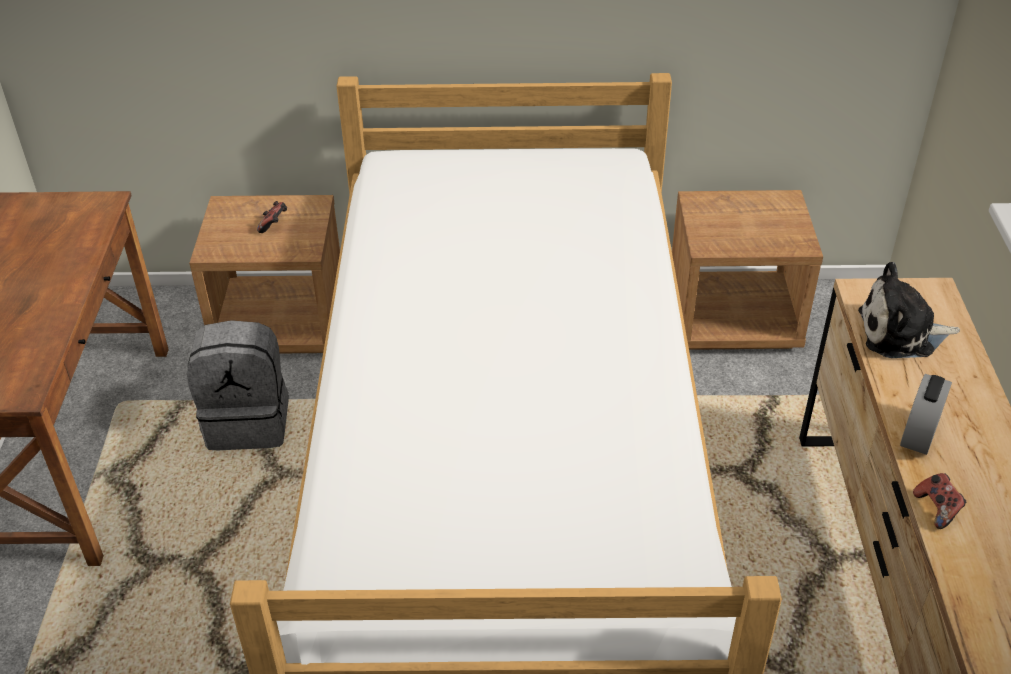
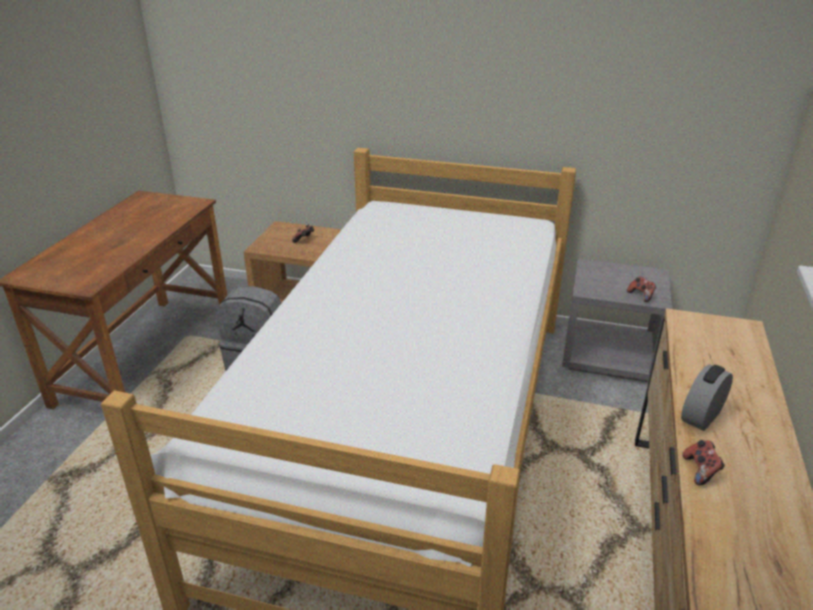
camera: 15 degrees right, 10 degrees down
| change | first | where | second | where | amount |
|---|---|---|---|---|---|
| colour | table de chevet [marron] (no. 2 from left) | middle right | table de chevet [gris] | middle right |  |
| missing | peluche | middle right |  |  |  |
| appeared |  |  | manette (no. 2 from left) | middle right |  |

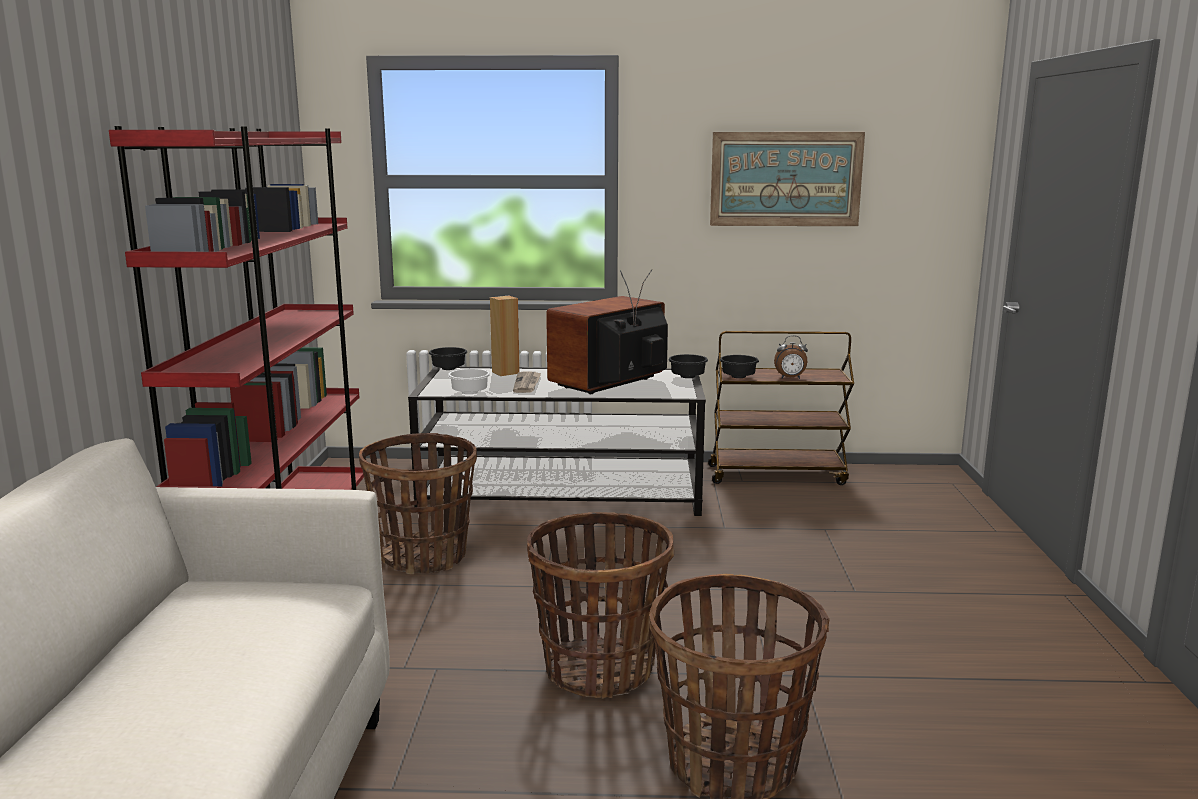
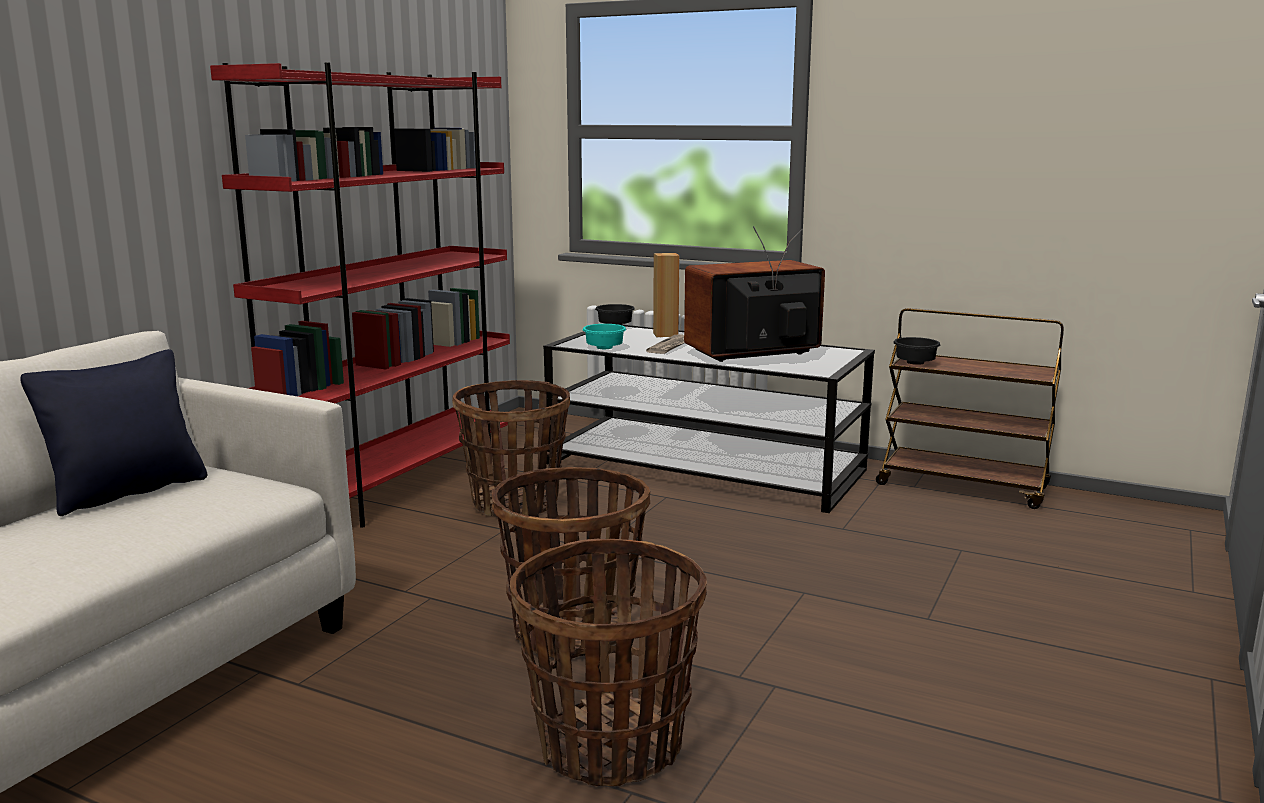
camera: 25 degrees right, 0 degrees up
| change | first | where | second | where | amount |
|---|---|---|---|---|---|
| missing | tableau | top centre |  |  |  |
| missing | réveil | centre |  |  |  |
| missing | bol [noir] (no. 2 from left) | centre |  |  |  |
| colour | bol [blanc] | centre | bol [turquoise] | centre |  |
| appeared |  |  | coussin [noir] | middle left |  |

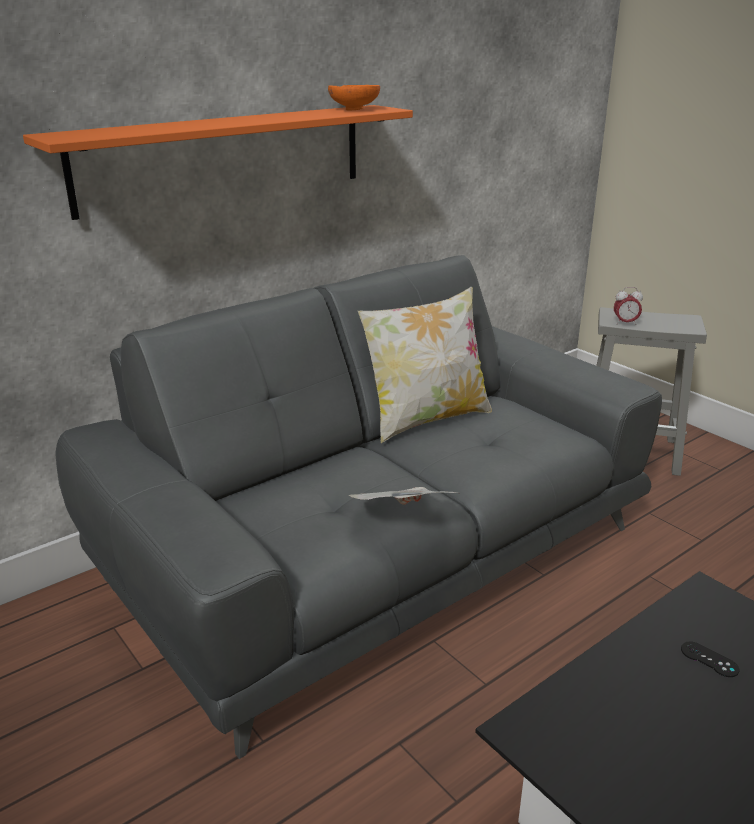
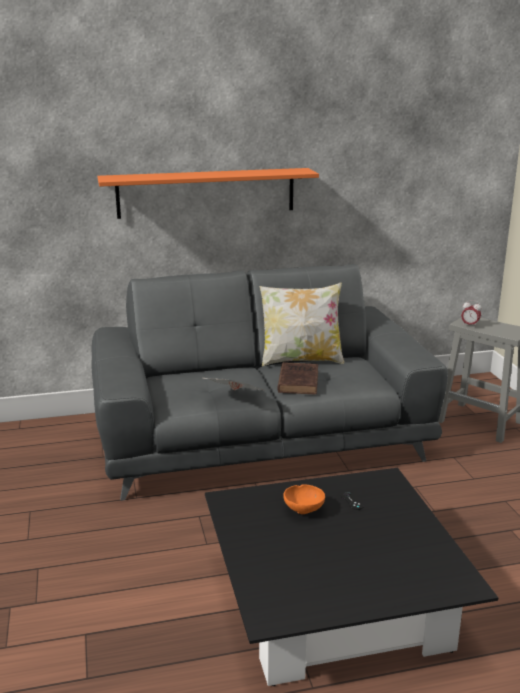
camera: 25 degrees right, 5 degrees down
| change | first | where | second | where | amount |
|---|---|---|---|---|---|
| relocated | bol [orange] | top centre |  | bottom centre |  |
| appeared |  |  | livre [marron] | centre |  |

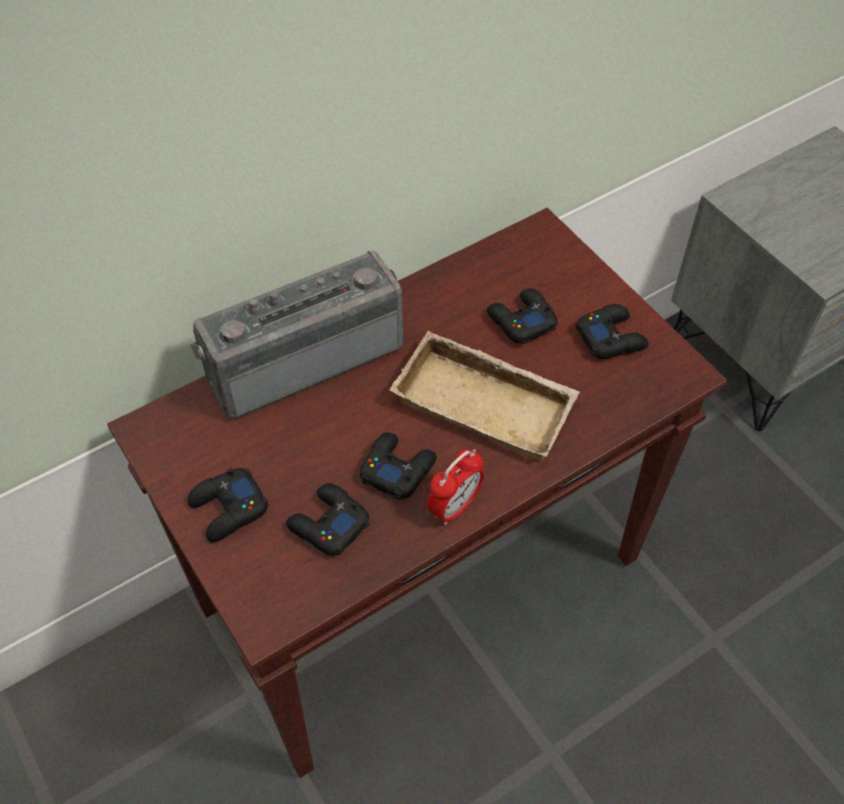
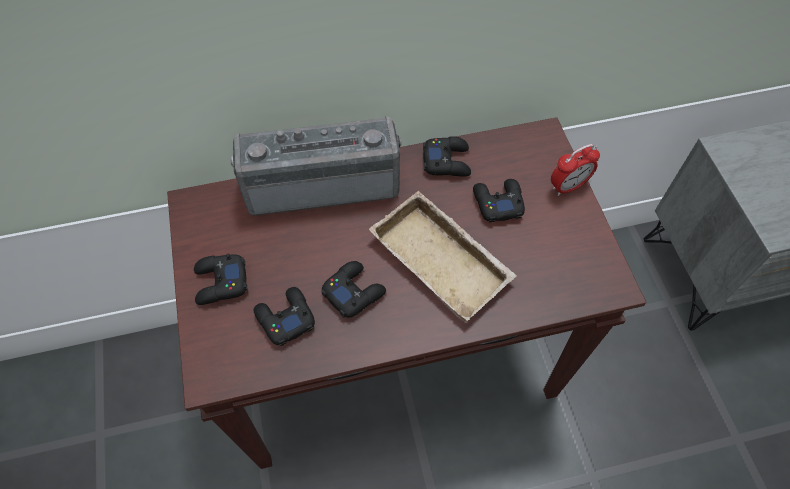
camera: 20 degrees right, 5 degrees up
| change | first | where | second | where | amount |
|---|---|---|---|---|---|
| relocated | manette [noir] (no. 5 from left in the first image) | middle right | manette [noir] (no. 4 from left) | top centre |  |
| relocated | réveil | centre |  | middle right |  |

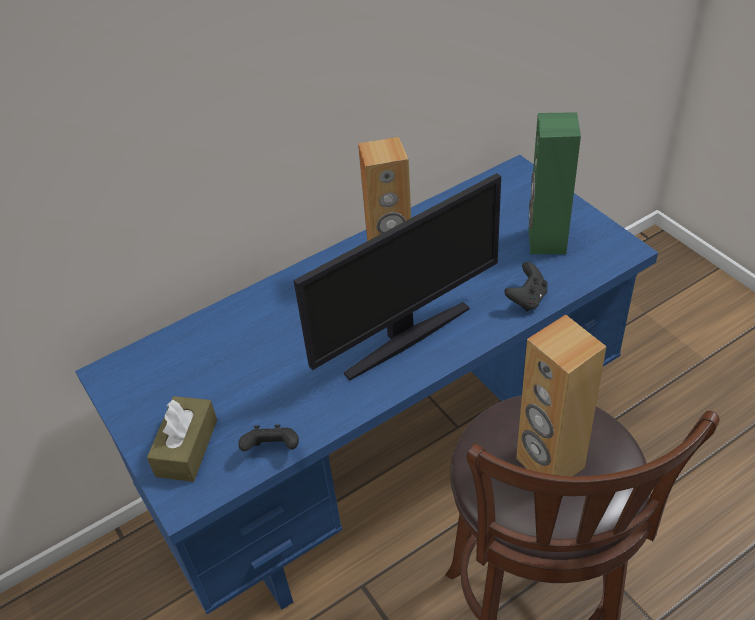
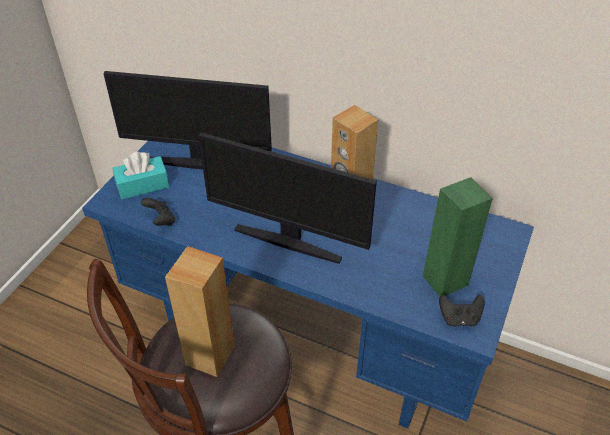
camera: 55 degrees right, 0 degrees up
| change | first | where | second | where | amount |
|---|---|---|---|---|---|
| relocated | manette [noir] (no. 2 from left) | middle right |  | bottom right |  |
| colour | boîte à mouchoirs [marron] | bottom left | boîte à mouchoirs [turquoise] | middle left |  |
| appeared |  |  | écran d'ordinateur (no. 1 from left) | top left |  |

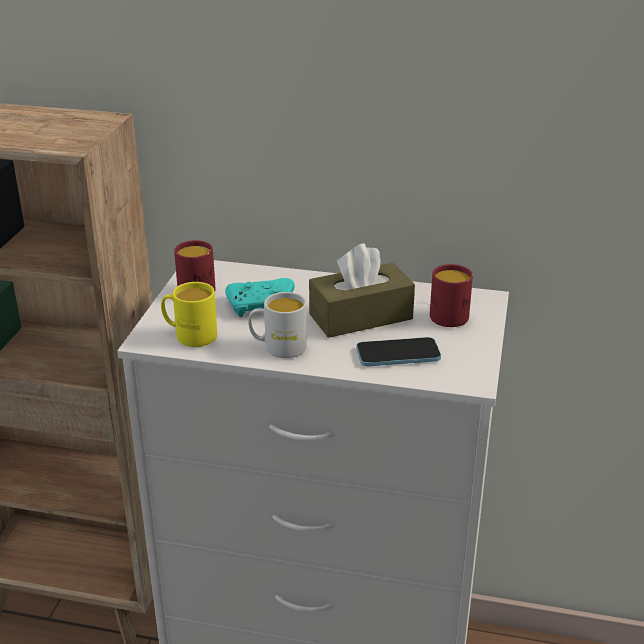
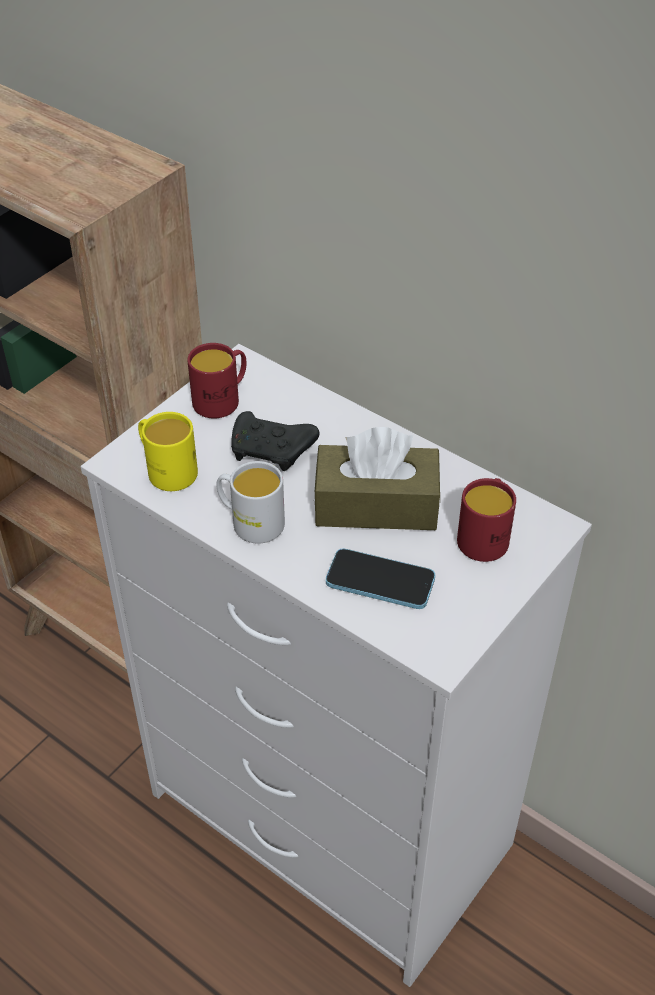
camera: 25 degrees right, 15 degrees up
| change | first | where | second | where | amount |
|---|---|---|---|---|---|
| colour | manette [turquoise] | centre | manette [noir] | centre |  |

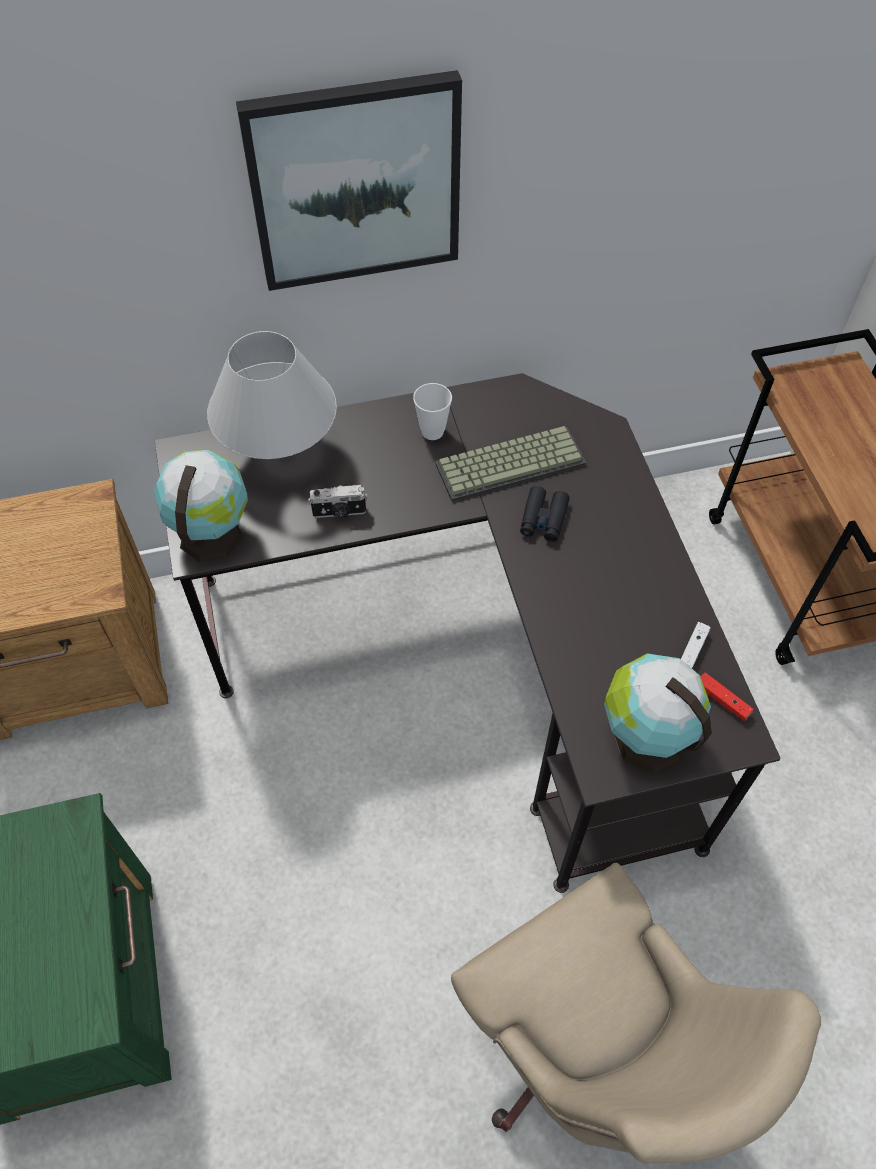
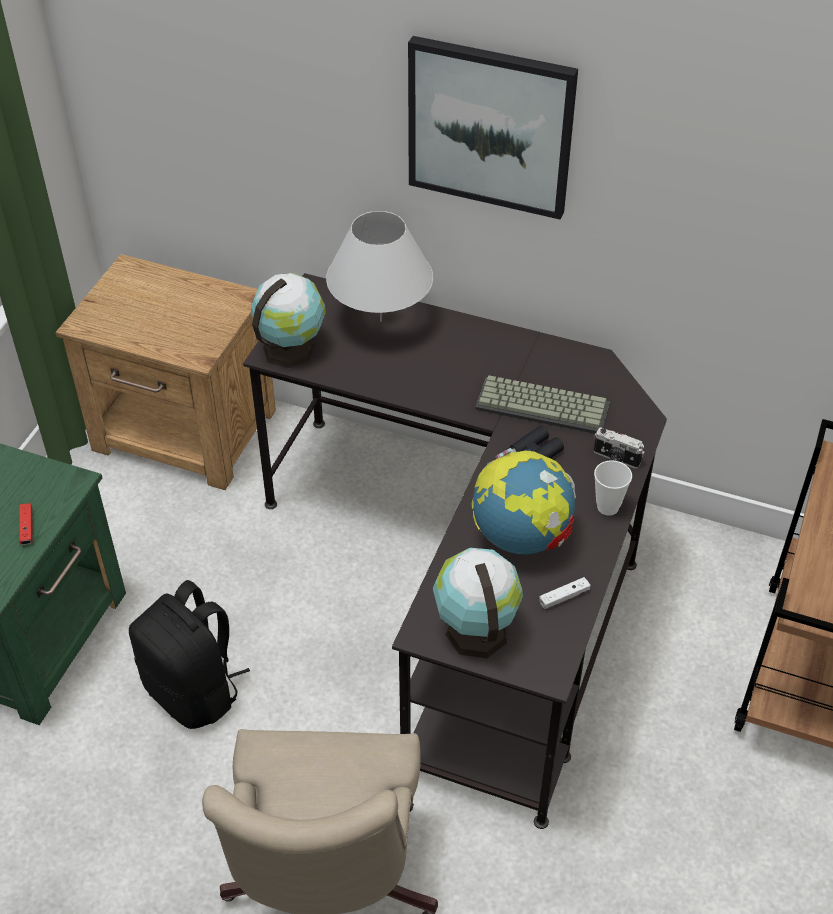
camera: 35 degrees right, 10 degrees down
| change | first | where | second | where | amount |
|---|---|---|---|---|---|
| relocated | tasse | centre |  | middle right |  |
| relocated | appareil photo | centre |  | middle right |  |
| relocated | manette [rouge] | middle right |  | middle left |  |
| appeared |  |  | globe (no. 3 from left) | centre |  |
| appeared |  |  | sac à dos [noir] | bottom left |  |

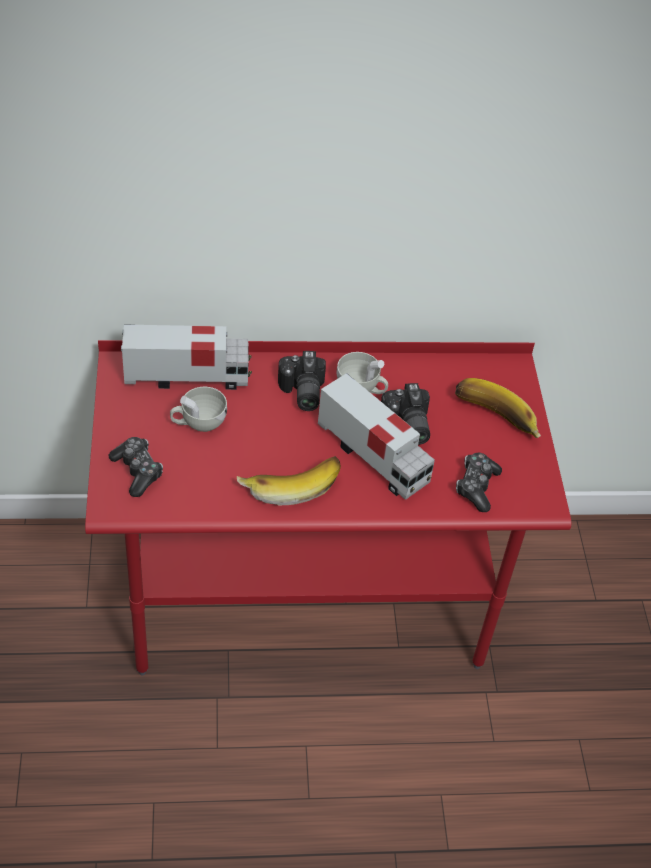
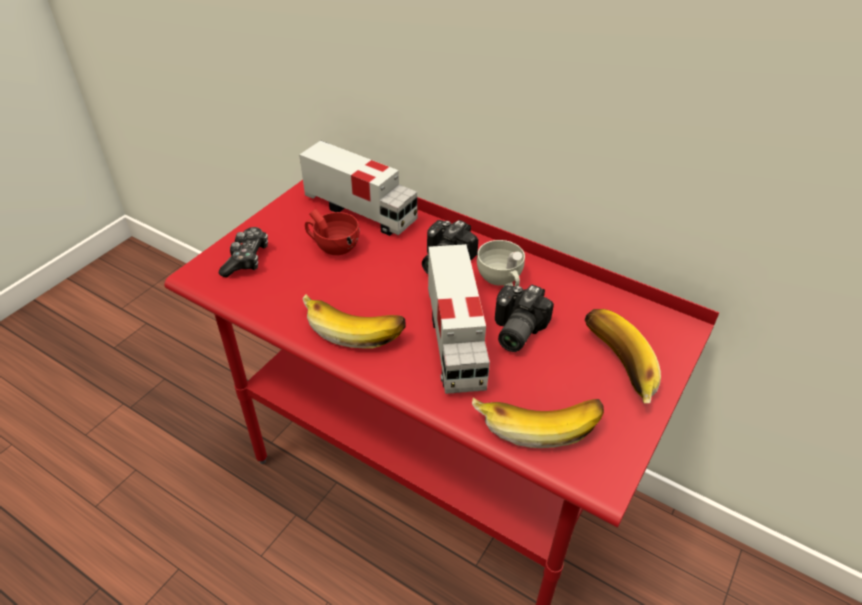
camera: 40 degrees right, 5 degrees down
| change | first | where | second | where | amount |
|---|---|---|---|---|---|
| colour | tasse [blanc] (no. 1 from left) | middle left | tasse [rouge] | centre |  |
| exchanged | manette (no. 2 from left) | middle right | banane (no. 2 from left) | bottom centre |  |

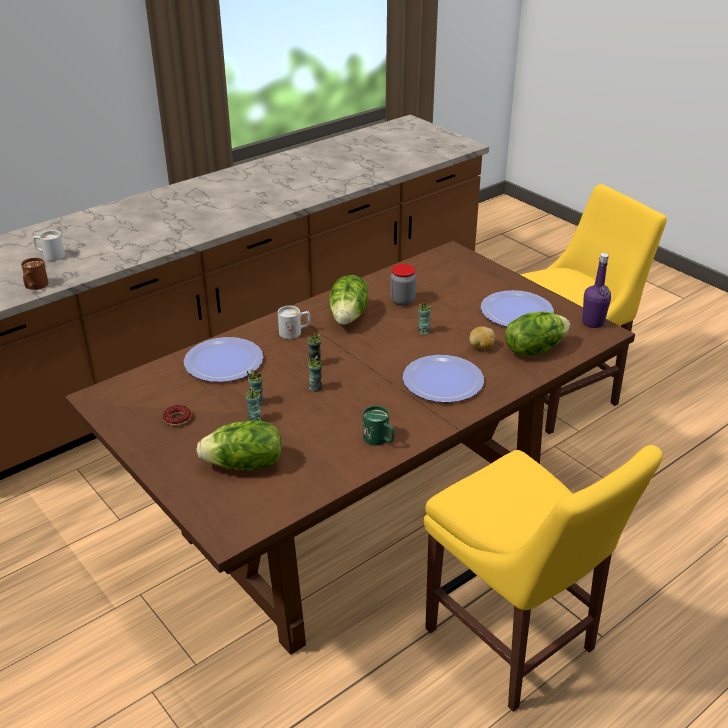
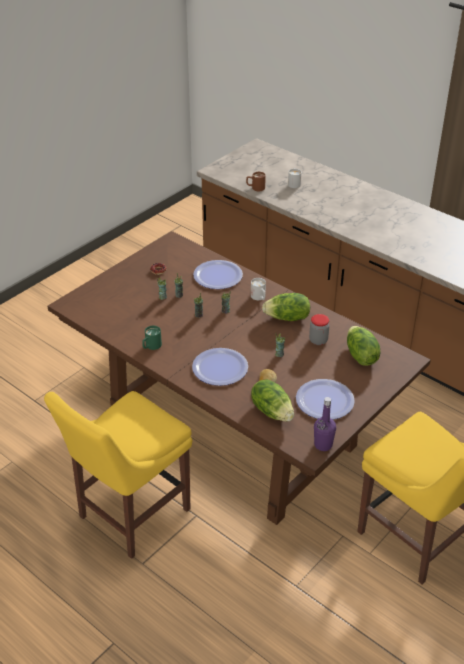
camera: 80 degrees right, 5 degrees up
| change | first | where | second | where | amount |
|---|---|---|---|---|---|
| relocated | laitue (no. 1 from left in the first image) | middle left | laitue (no. 3 from left) | middle right |  |

